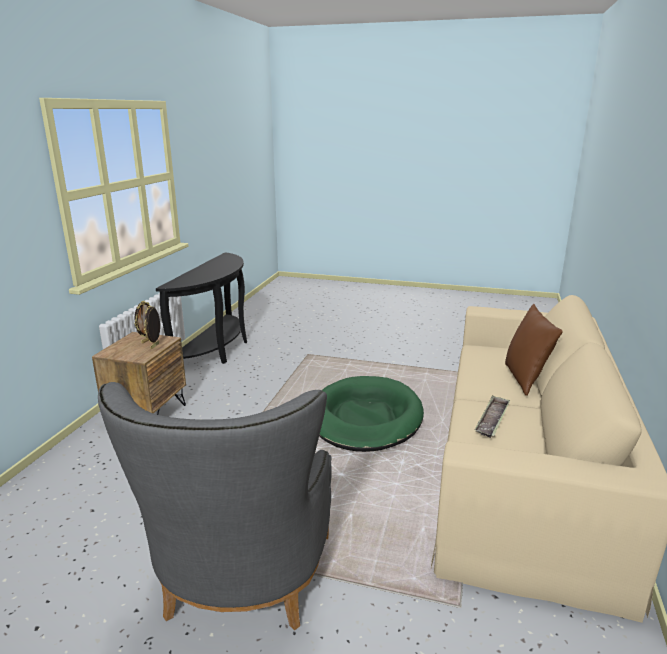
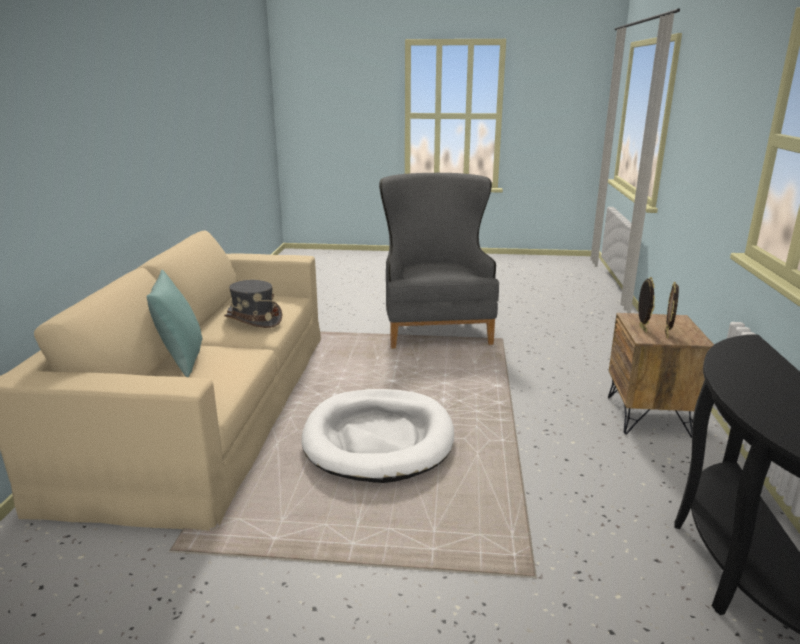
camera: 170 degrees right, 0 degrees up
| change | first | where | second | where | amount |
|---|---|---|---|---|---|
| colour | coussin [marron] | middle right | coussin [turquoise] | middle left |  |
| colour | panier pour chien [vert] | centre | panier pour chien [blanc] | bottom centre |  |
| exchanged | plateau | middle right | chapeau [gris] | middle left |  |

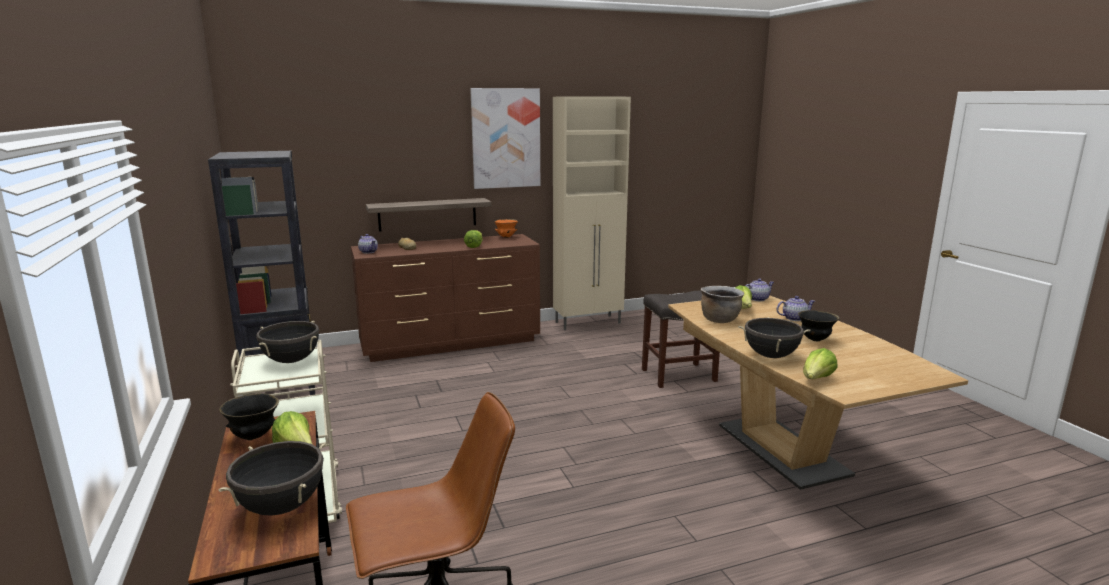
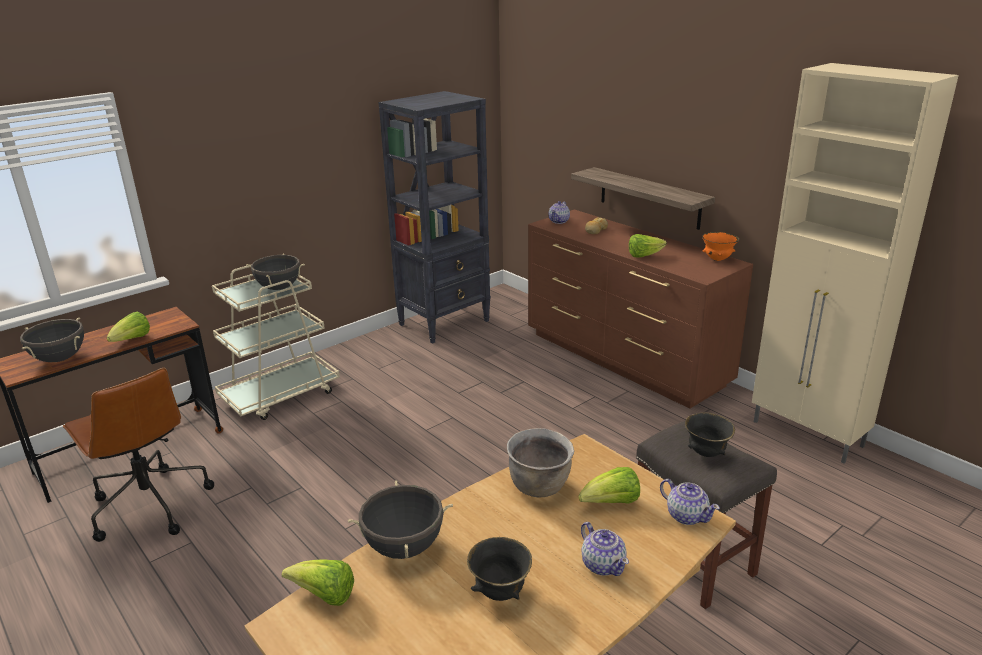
camera: 70 degrees right, 10 degrees up
| change | first | where | second | where | amount |
|---|---|---|---|---|---|
| missing | tableau | top centre |  |  |  |
| relocated | bol [noir] (no. 1 from left in the first image) | bottom left | bol [noir] (no. 2 from left) | middle right |  |

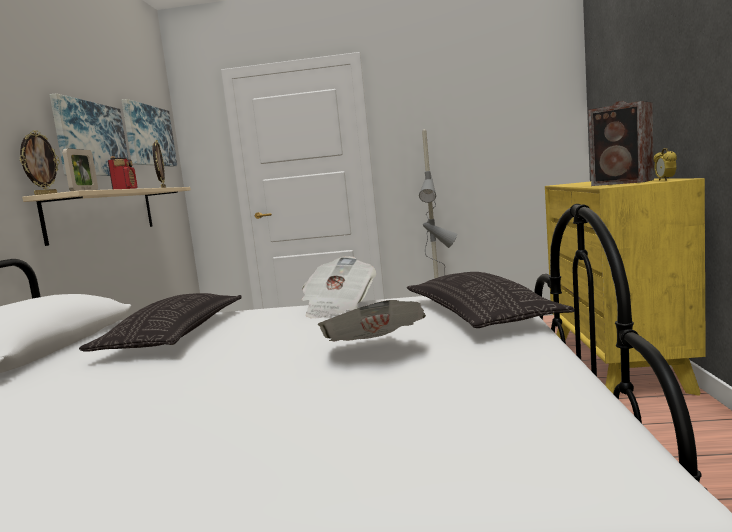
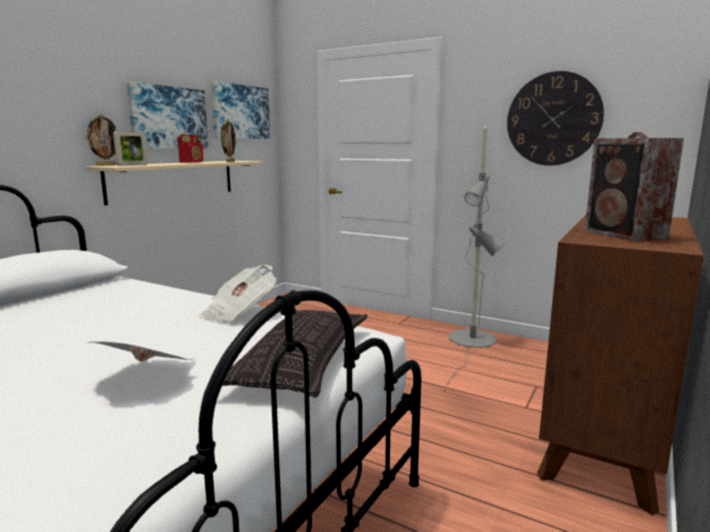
camera: 25 degrees right, 5 degrees up
| change | first | where | second | where | amount |
|---|---|---|---|---|---|
| missing | réveil | top right |  |  |  |
| colour | commode [jaune] | middle right | commode [marron] | bottom right |  |
| missing | coussin (no. 1 from left) | middle left |  |  |  |
| appeared |  |  | horloge murale | top right |  |

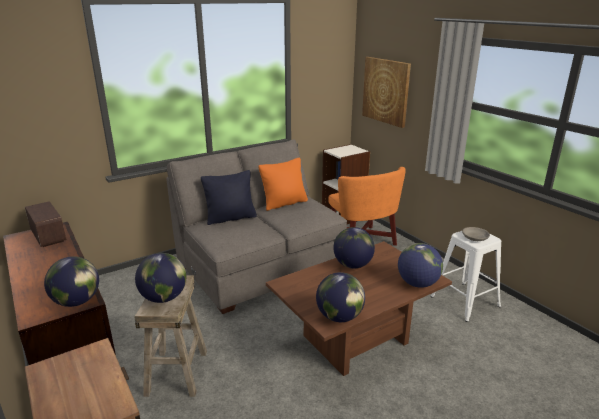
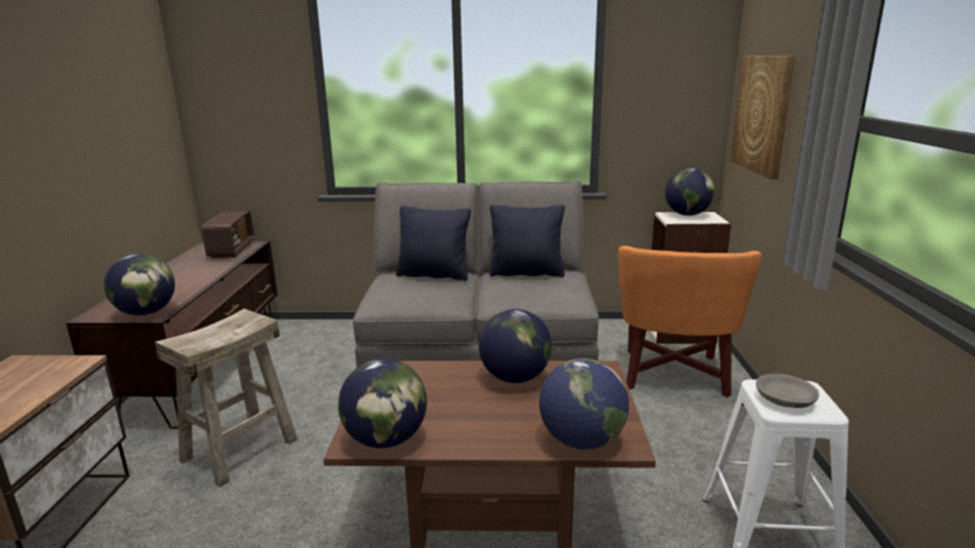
camera: 35 degrees right, 5 degrees down
| change | first | where | second | where | amount |
|---|---|---|---|---|---|
| colour | coussin [orange] | centre | coussin [noir] (no. 2 from left) | centre |  |
| relocated | globe (no. 2 from left in the first image) | middle left | globe (no. 5 from left) | middle right |  |

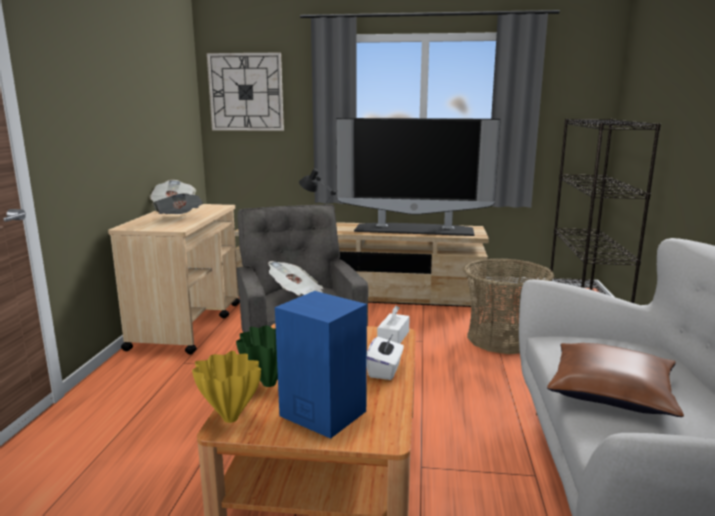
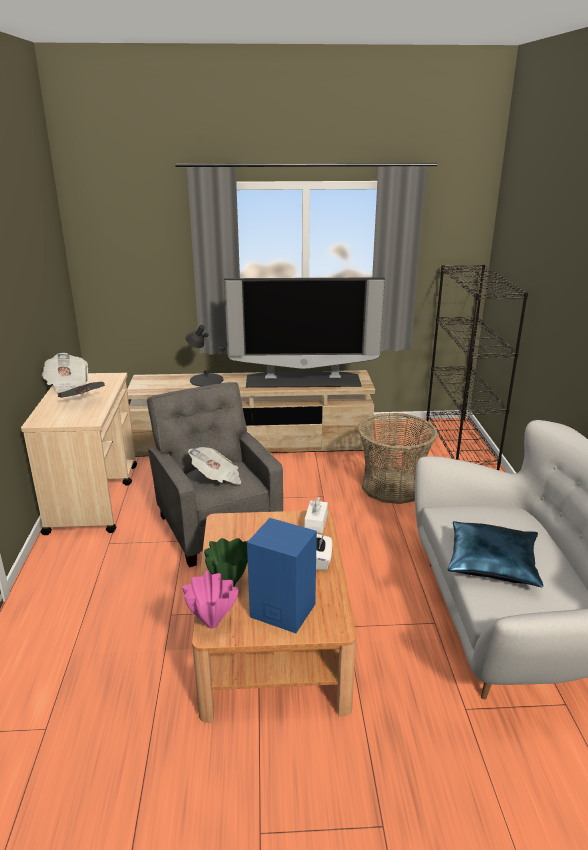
camera: 10 degrees left, 10 degrees up
| change | first | where | second | where | amount |
|---|---|---|---|---|---|
| missing | horloge murale | top centre |  |  |  |
| colour | coussin [marron] | bottom right | coussin [bleu] | middle right |  |
| colour | vase [jaune] | bottom left | vase [rose] | bottom centre |  |

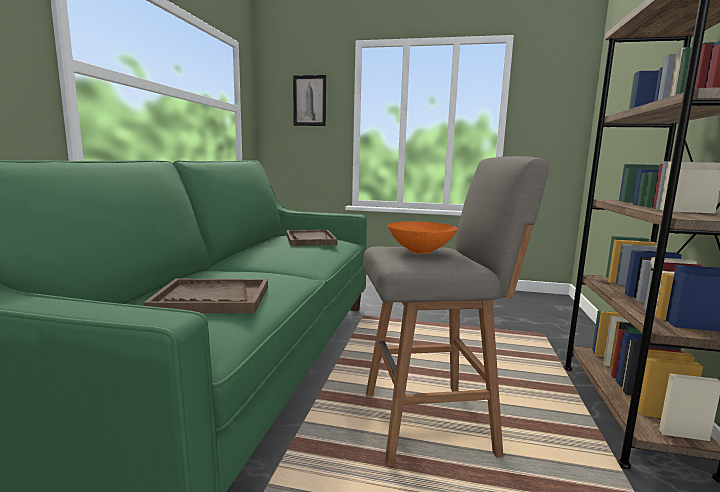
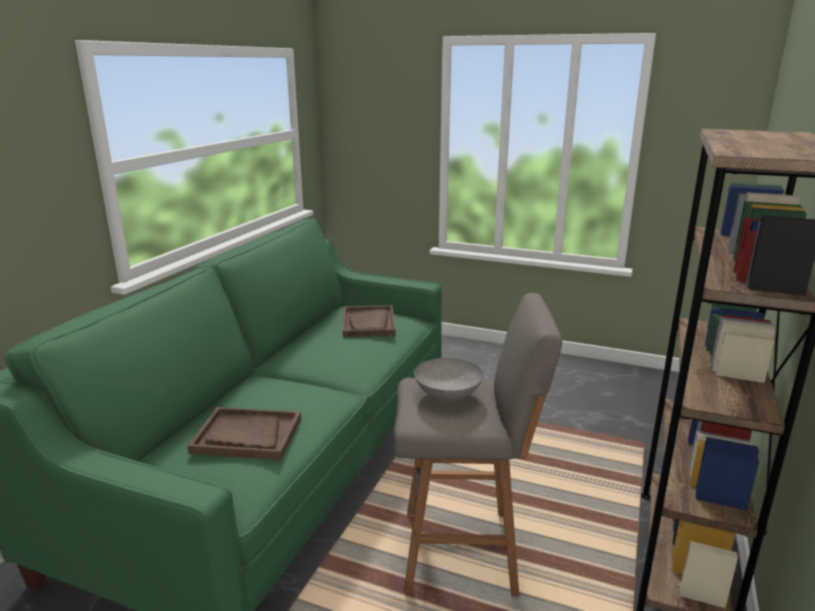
camera: 10 degrees right, 10 degrees up
| change | first | where | second | where | amount |
|---|---|---|---|---|---|
| missing | tableau | top centre |  |  |  |
| colour | bol [orange] | centre | bol [gris] | centre |  |

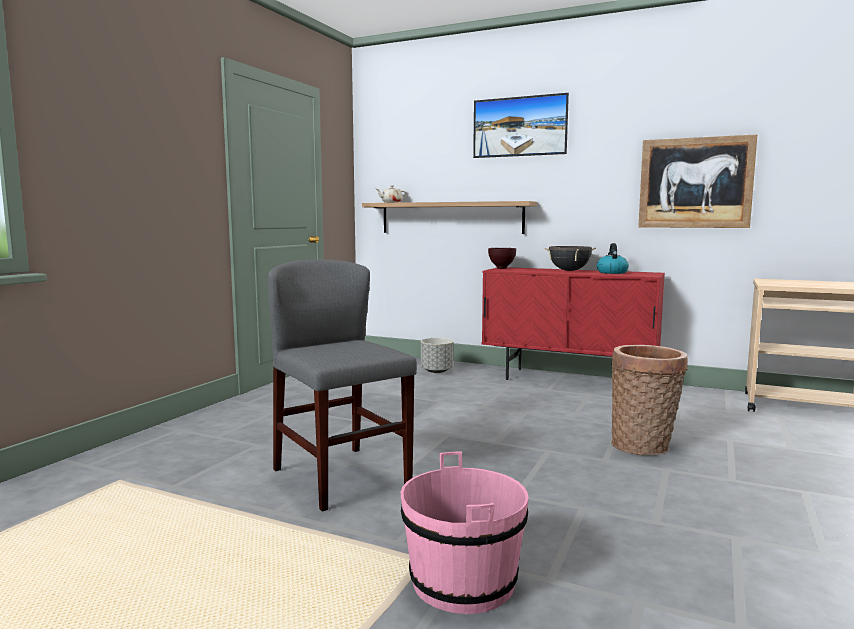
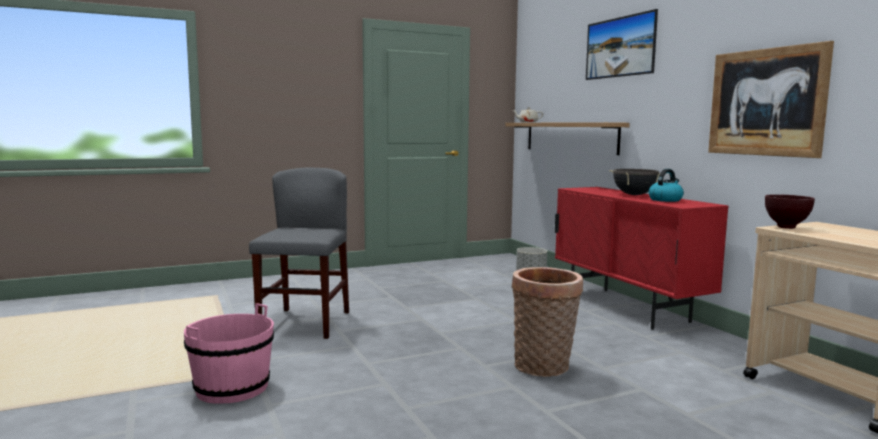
camera: 40 degrees right, 0 degrees up
| change | first | where | second | where | amount |
|---|---|---|---|---|---|
| relocated | bol [marron] | centre |  | middle right |  |

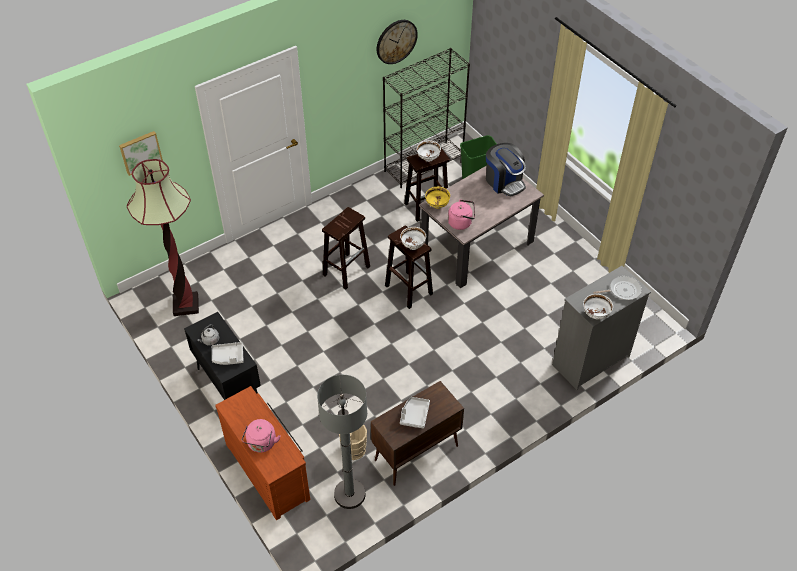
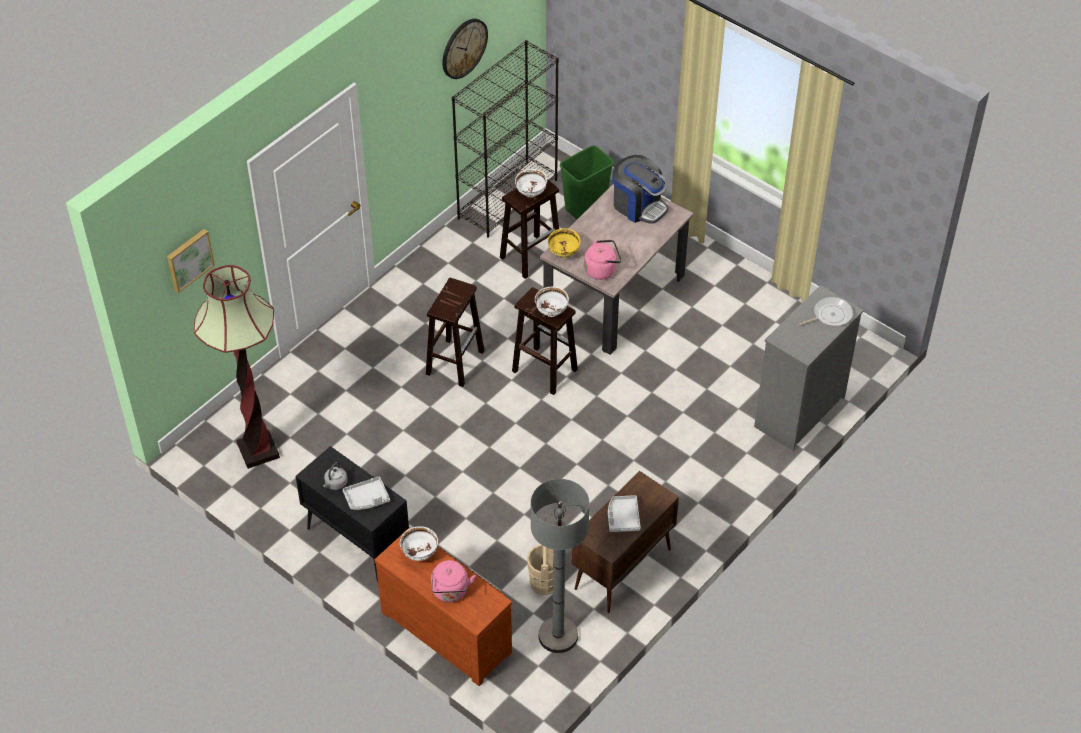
camera: 15 degrees left, 0 degrees up
| change | first | where | second | where | amount |
|---|---|---|---|---|---|
| relocated | bol [blanc] (no. 3 from left in the first image) | middle right | bol [blanc] (no. 1 from left) | bottom centre |  |

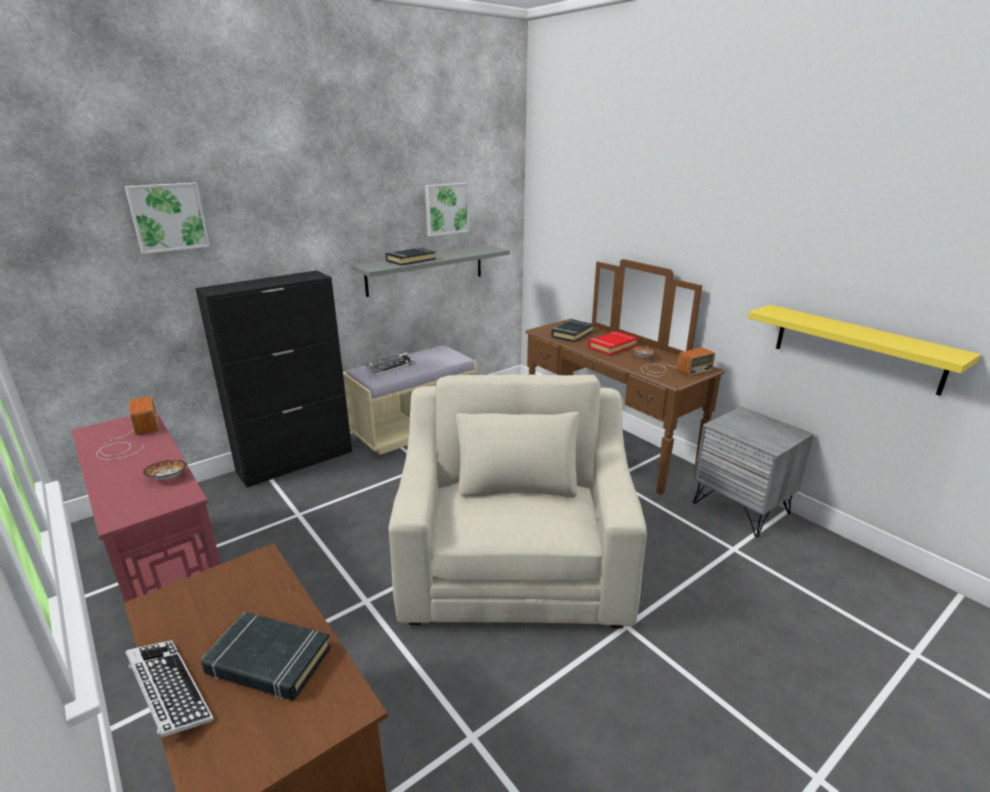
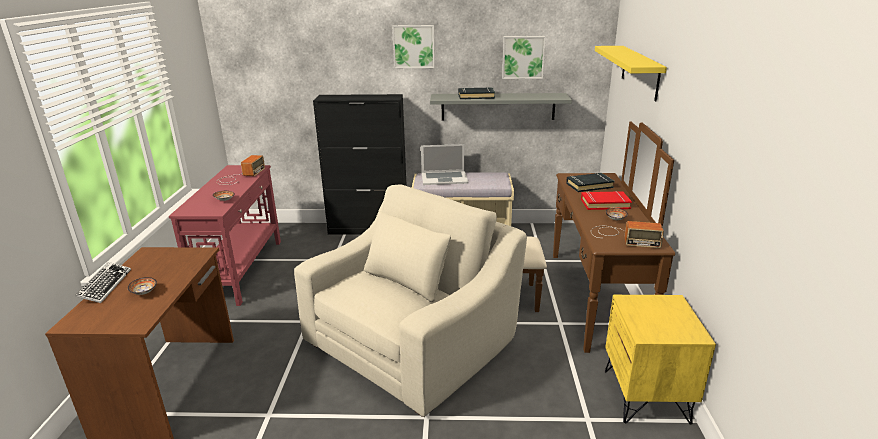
camera: 40 degrees right, 0 degrees up
| change | first | where | second | where | amount |
|---|---|---|---|---|---|
| relocated | tableau (no. 1 from left) | top left |  | top centre |  |
| relocated | étagère [jaune] | middle right |  | top right |  |
| exchanged | clavier (no. 2 from left) | centre | ordinateur portable | centre |  |
| colour | table de chevet [gris] | middle right | table de chevet [jaune] | bottom right |  |
| exchanged | livre [noir] (no. 1 from left) | bottom left | bol (no. 1 from left) | middle left |  |

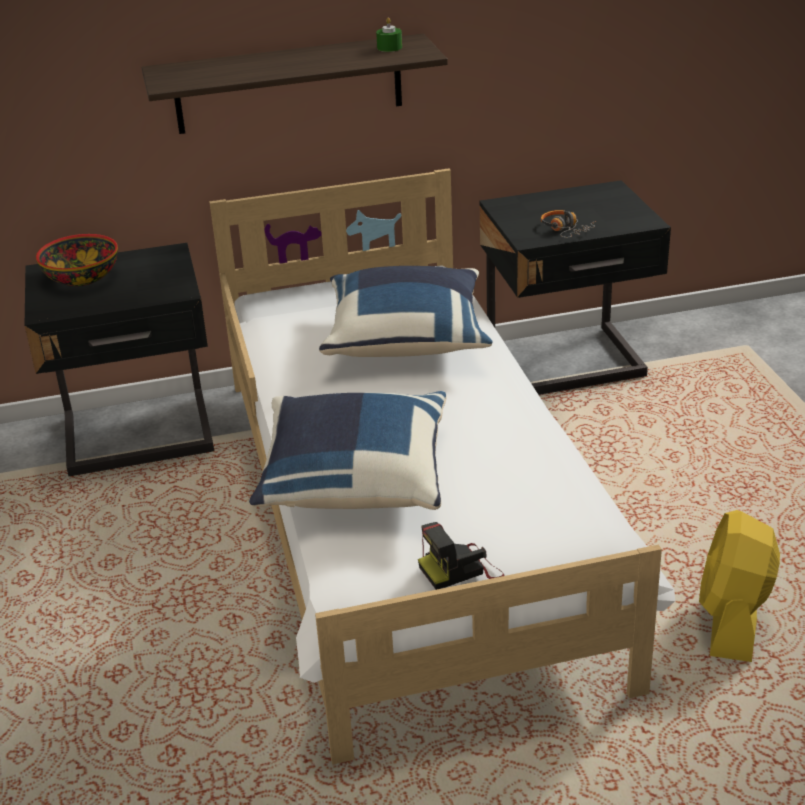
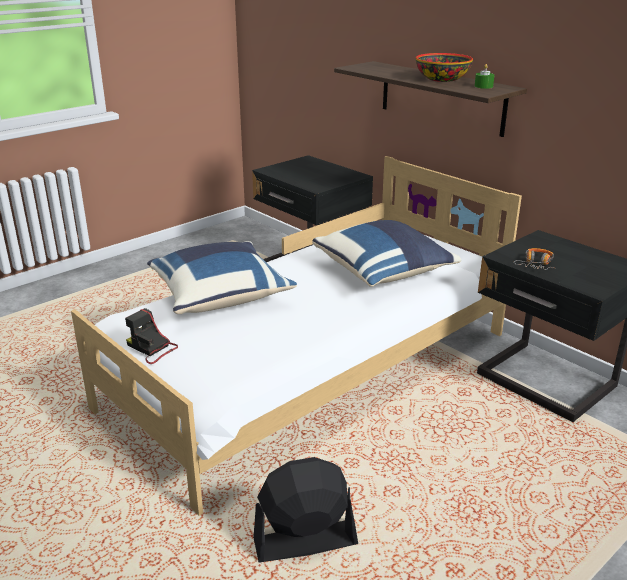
camera: 60 degrees right, 5 degrees down
| change | first | where | second | where | amount |
|---|---|---|---|---|---|
| relocated | bol | top left |  | top right |  |
| colour | ventilateur [jaune] | bottom right | ventilateur [noir] | bottom centre |  |

